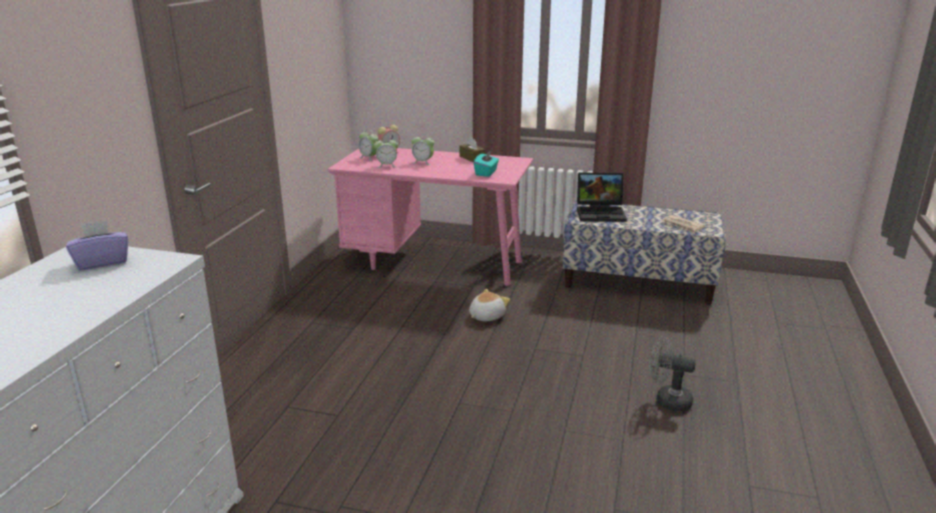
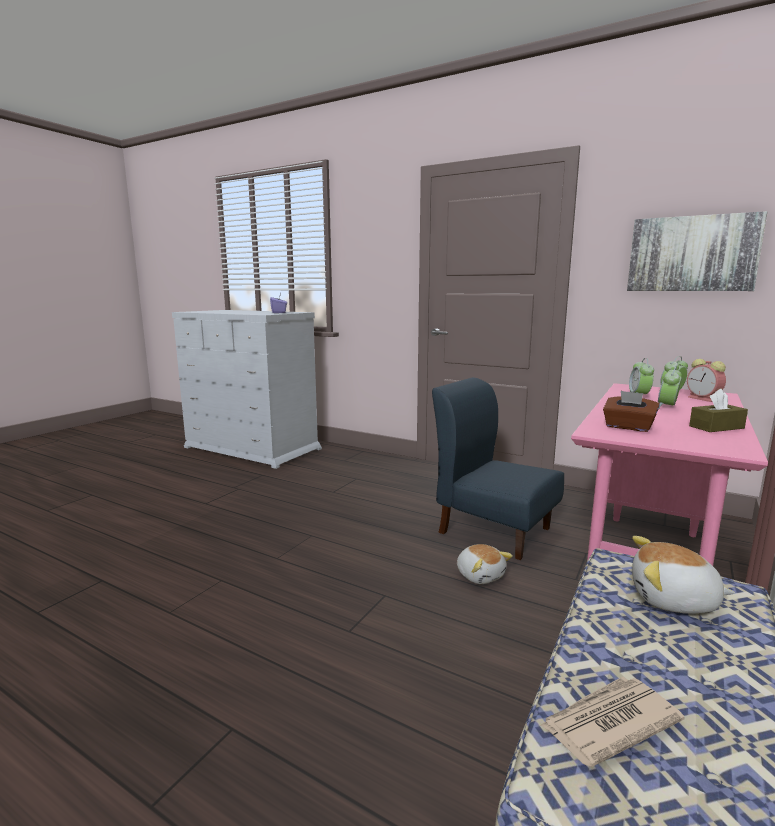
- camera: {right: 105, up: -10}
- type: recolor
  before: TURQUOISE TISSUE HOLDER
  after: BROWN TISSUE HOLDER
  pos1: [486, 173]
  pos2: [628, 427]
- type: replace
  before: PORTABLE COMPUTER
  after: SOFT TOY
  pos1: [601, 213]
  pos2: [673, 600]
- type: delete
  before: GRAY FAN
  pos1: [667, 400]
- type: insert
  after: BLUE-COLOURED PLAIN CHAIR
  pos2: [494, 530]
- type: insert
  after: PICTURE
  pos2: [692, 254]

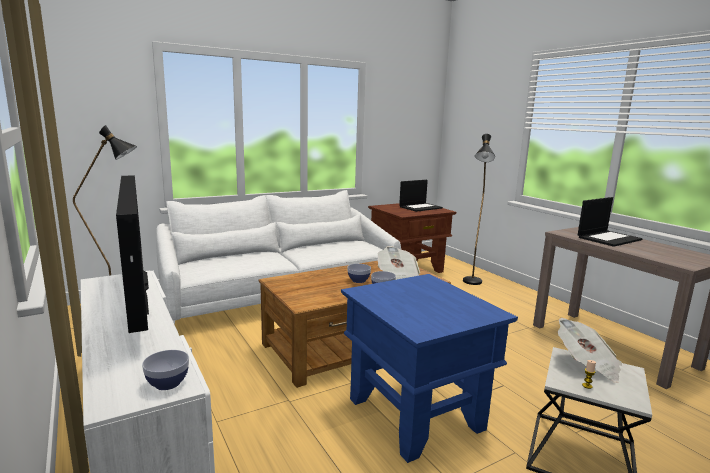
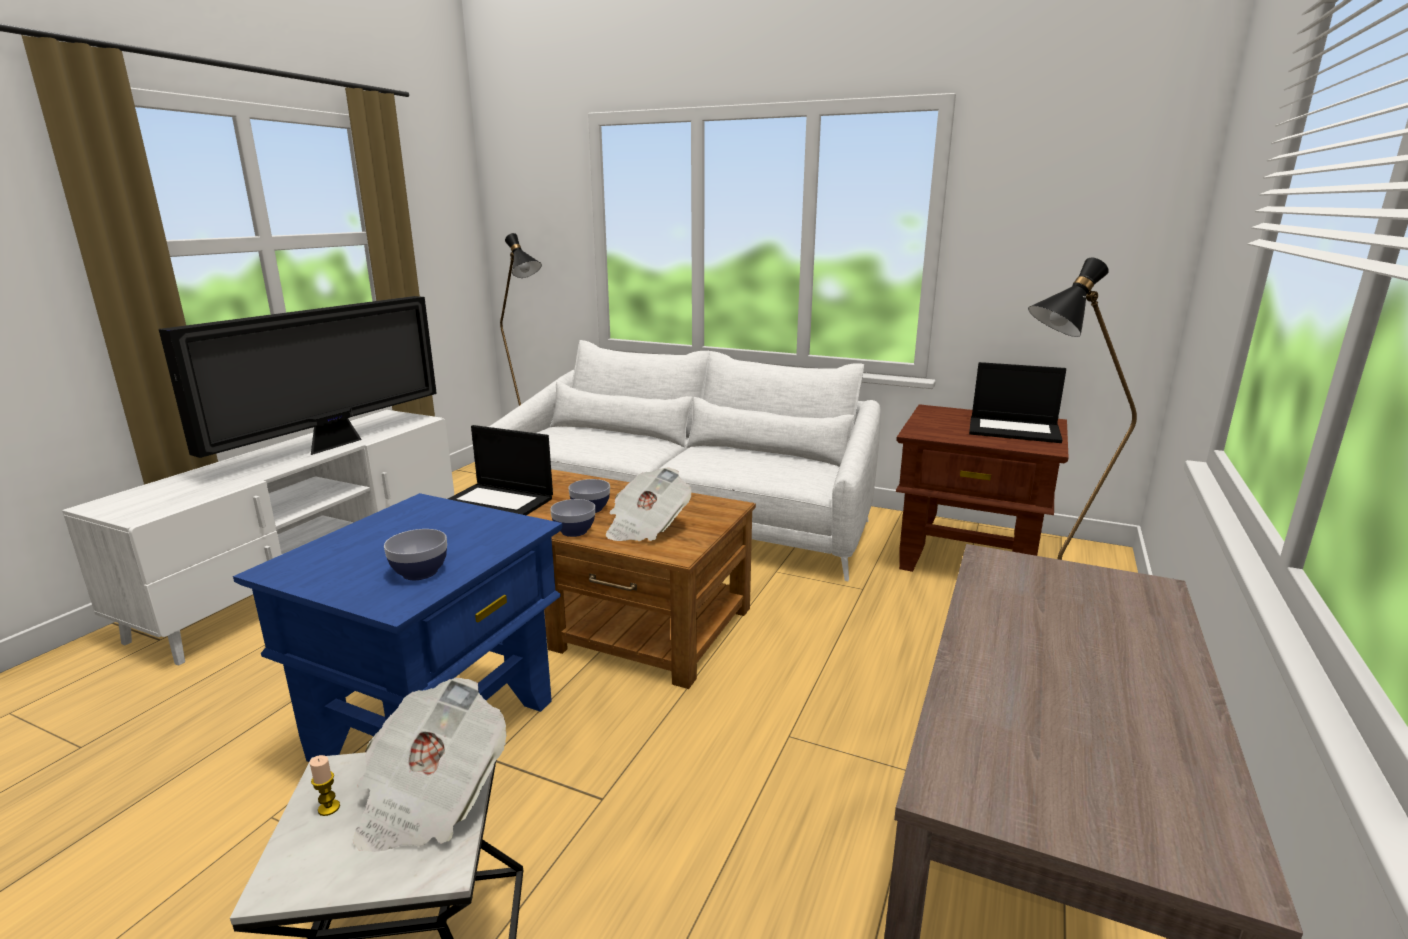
- camera: {right: 55, up: 5}
- type: move
  before: DEEP DISH
  pos1: [167, 383]
  pos2: [420, 572]
- type: move
  before: PORTABLE COMPUTER
  pos1: [609, 238]
  pos2: [497, 503]

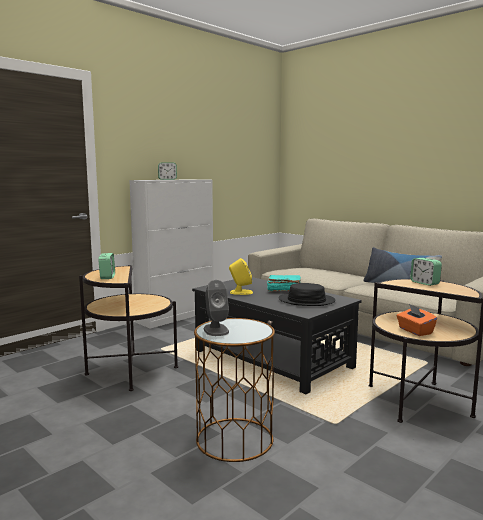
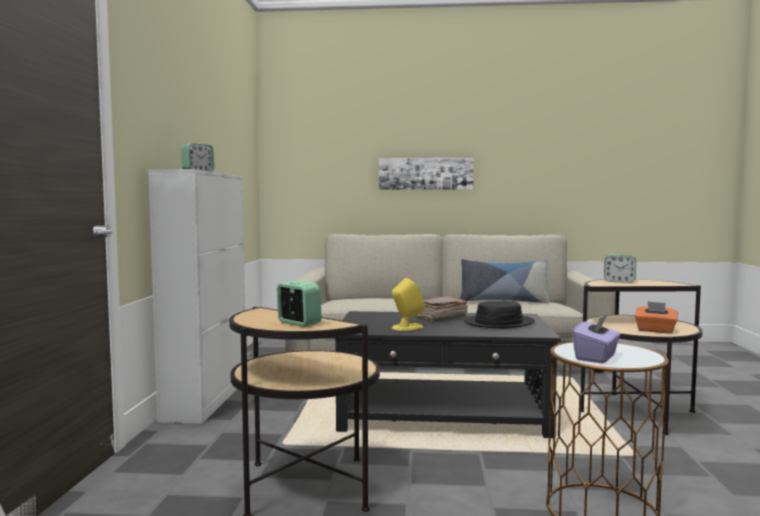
- camera: {right: -40, up: -5}
- type: replace
  before: GRAY LOUDSPEAKER
  after: PURPLE TISSUE HOLDER
  pos1: [216, 330]
  pos2: [596, 357]
- type: recolor
  before: TURQUOISE BOUND BOOK
  after: BROWN BOUND BOOK
  pos1: [283, 289]
  pos2: [439, 317]
- type: insert
  after: PICTURE
  pos2: [425, 174]

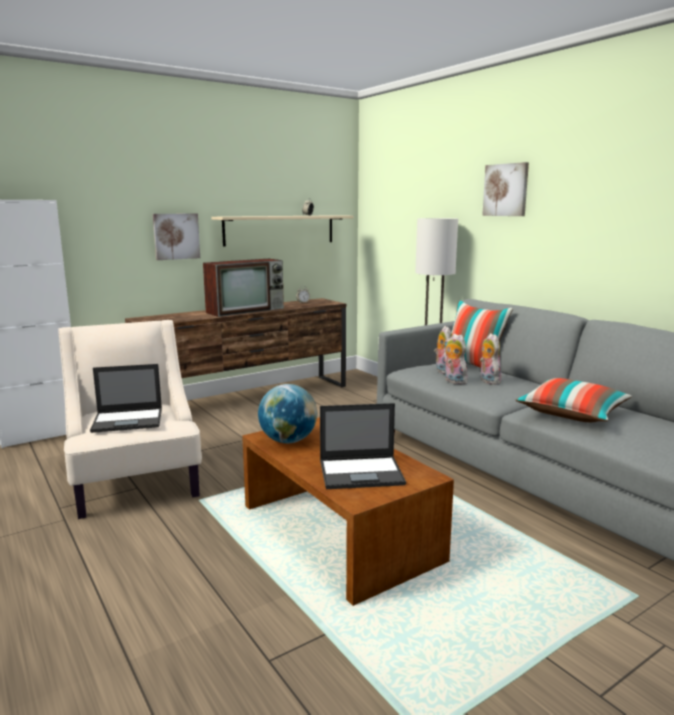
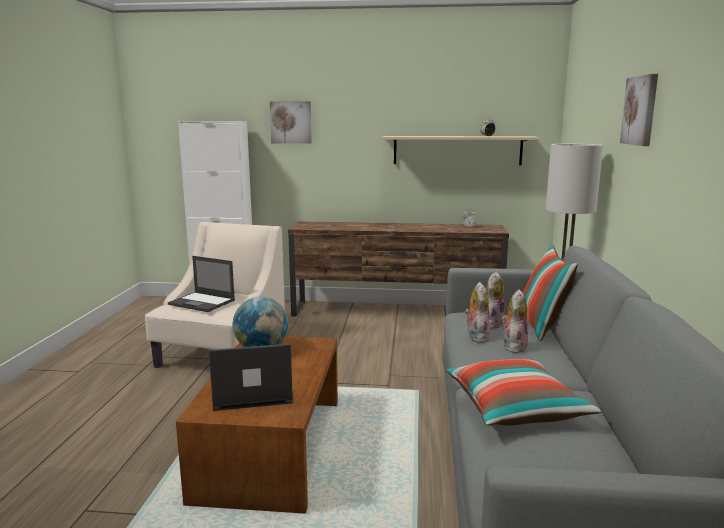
- camera: {right: 40, up: 0}
- type: move
  before: PICTURE
  pos1: [176, 236]
  pos2: [291, 122]
- type: delete
  before: TV SET
  pos1: [246, 310]
- type: rotate
  before: PORTABLE COMPUTER
  pos1: [362, 473]
  pos2: [251, 393]
  turn: 135

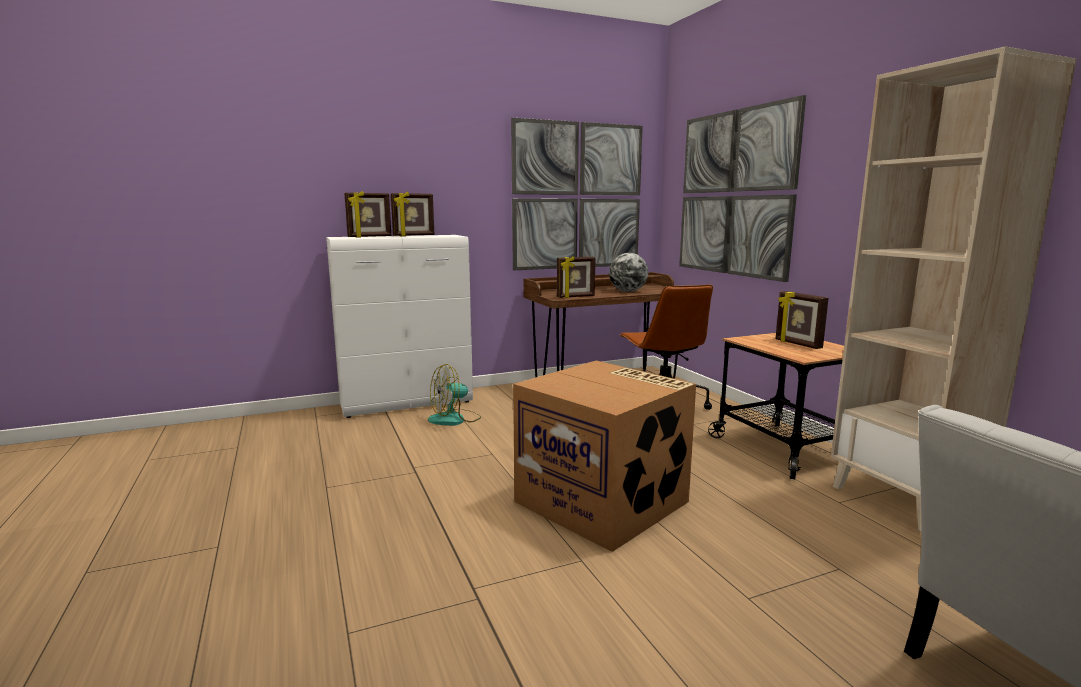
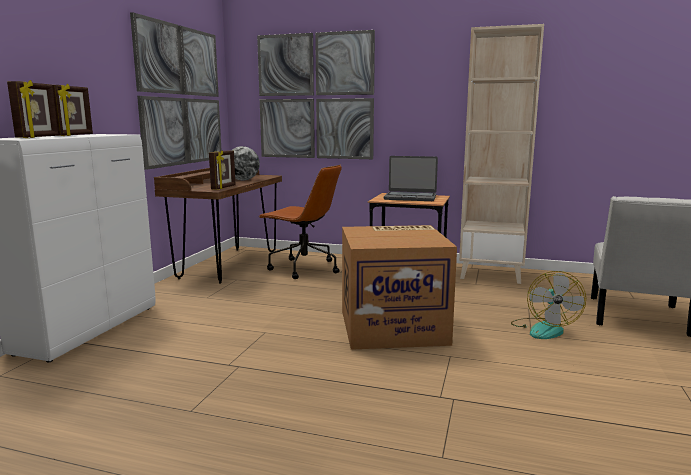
- camera: {right: -50, up: 0}
- type: move
  before: FAN
  pos1: [455, 419]
  pos2: [544, 329]
- type: replace
  before: STANDING FRAME
  after: PORTABLE COMPUTER
  pos1: [797, 344]
  pos2: [410, 197]

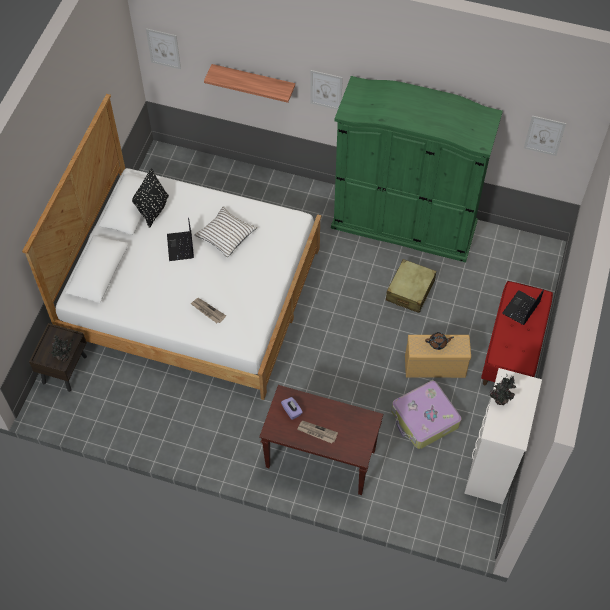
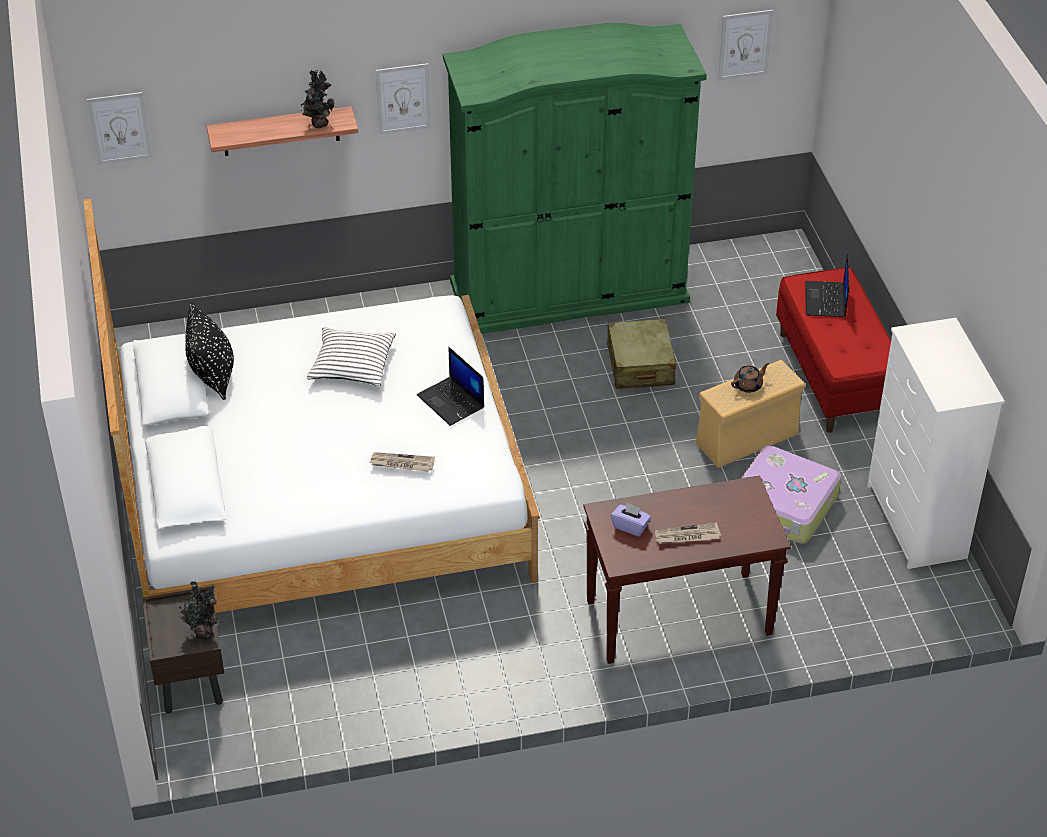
- camera: {right: -30, up: -15}
- type: move
  before: PORTABLE COMPUTER
  pos1: [181, 246]
  pos2: [452, 402]
- type: move
  before: HOUSEPLANT
  pos1: [499, 399]
  pos2: [318, 123]

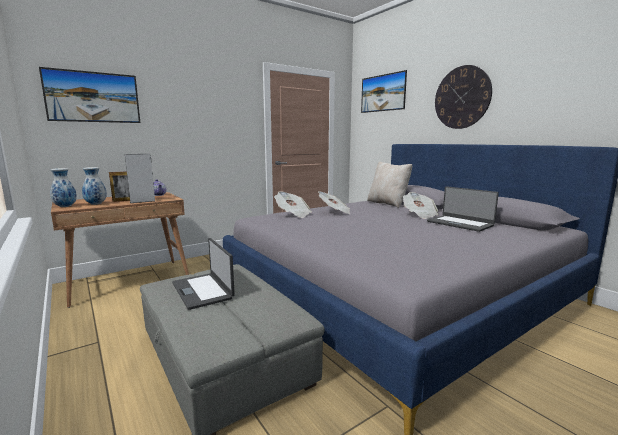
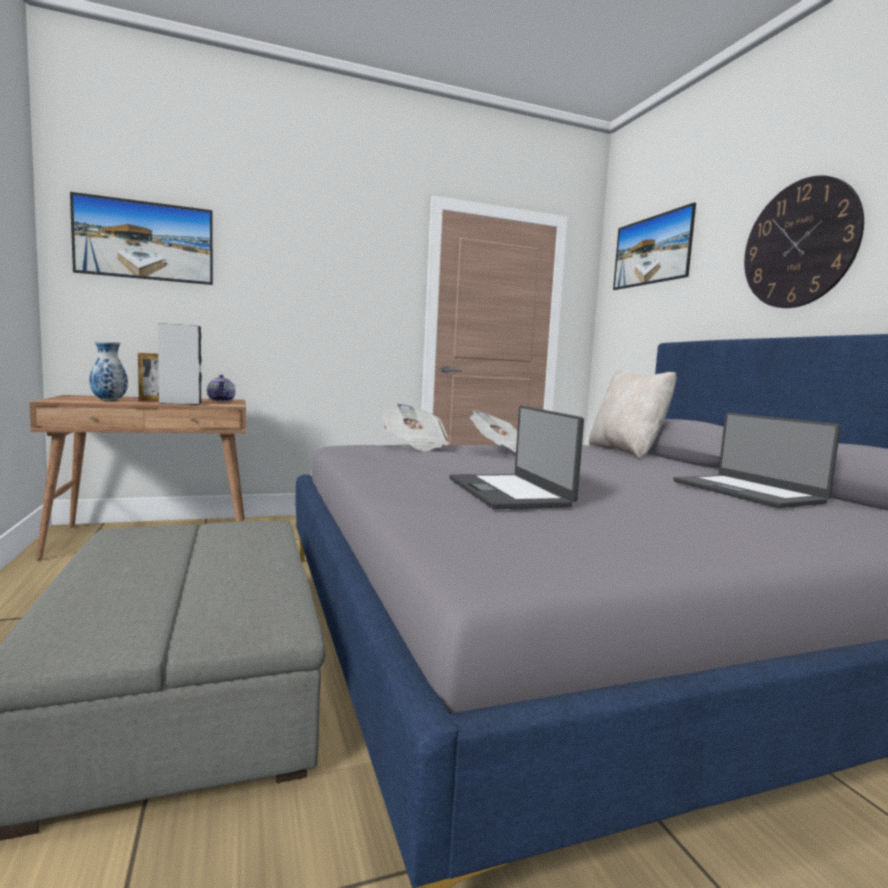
- camera: {right: 15, up: -5}
- type: delete
  before: DECORATIVE VASE
  pos1: [65, 206]
- type: move
  before: PORTABLE COMPUTER
  pos1: [203, 290]
  pos2: [509, 492]
- type: delete
  before: DAILY PAPER
  pos1: [419, 215]

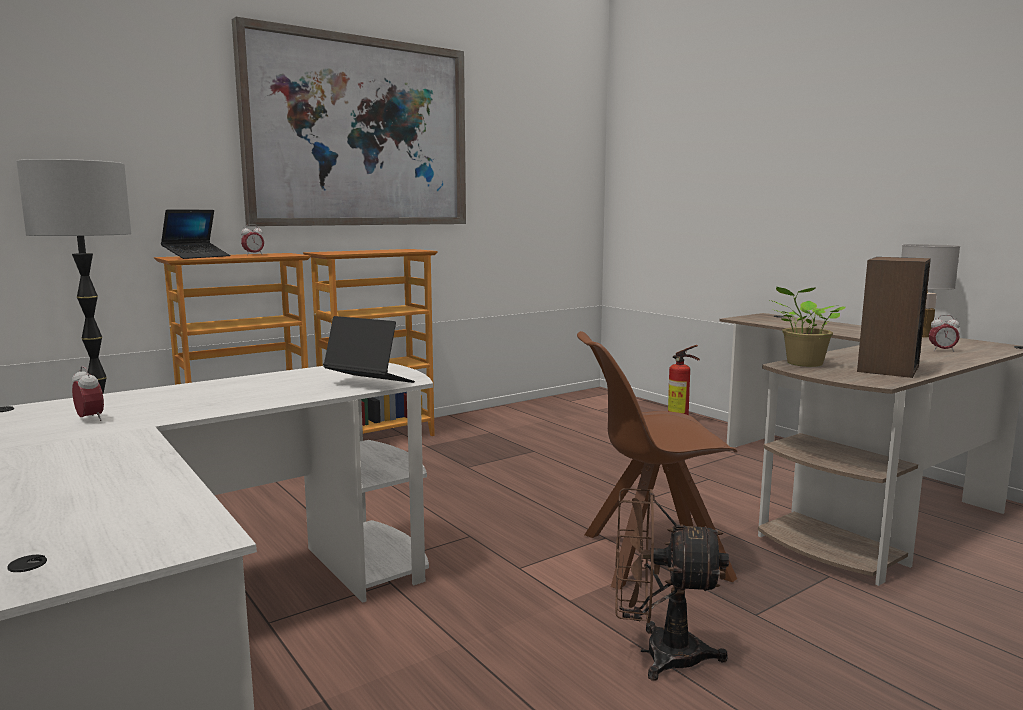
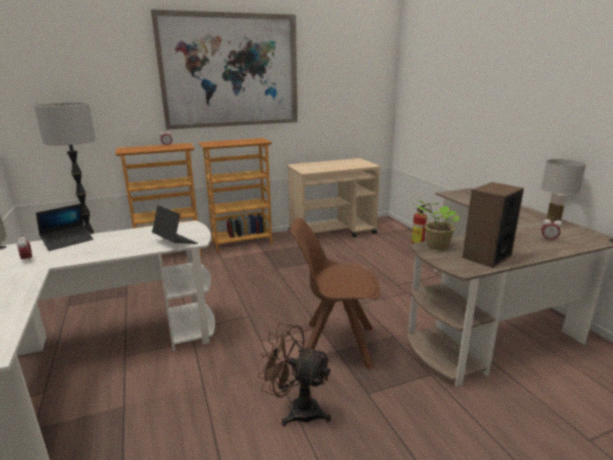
- camera: {right: 15, up: 10}
- type: move
  before: PORTABLE COMPUTER
  pos1: [197, 257]
  pos2: [68, 241]
- type: insert
  after: BEIGE CART
  pos2: [333, 232]

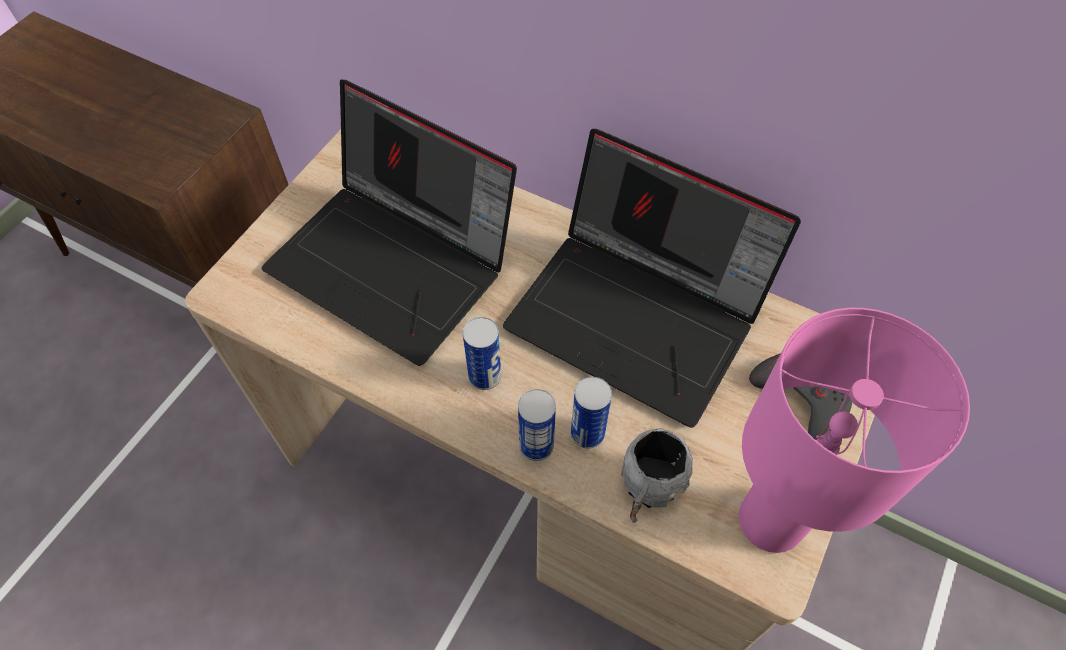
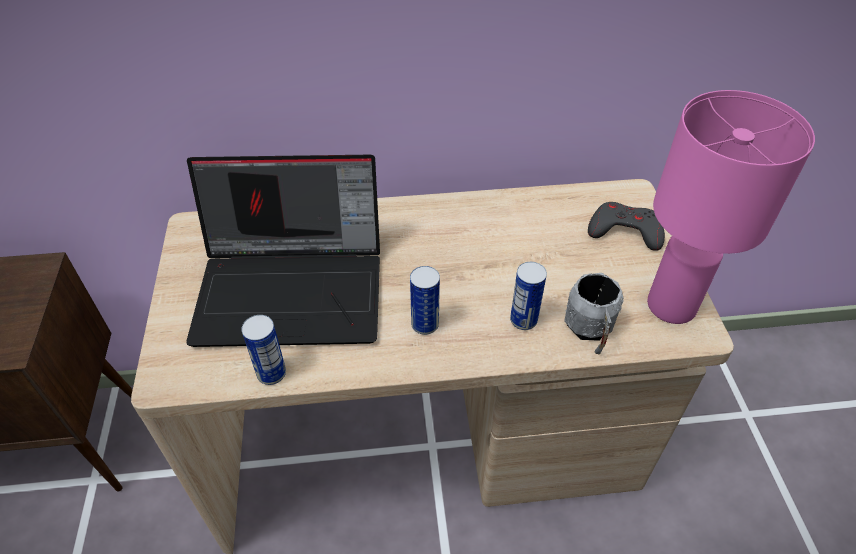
- camera: {right: -35, up: -10}
- type: delete
  before: PORTABLE COMPUTER
  pos1: [639, 316]
- type: move
  before: METAL CAN
  pos1: [536, 445]
  pos2: [271, 373]

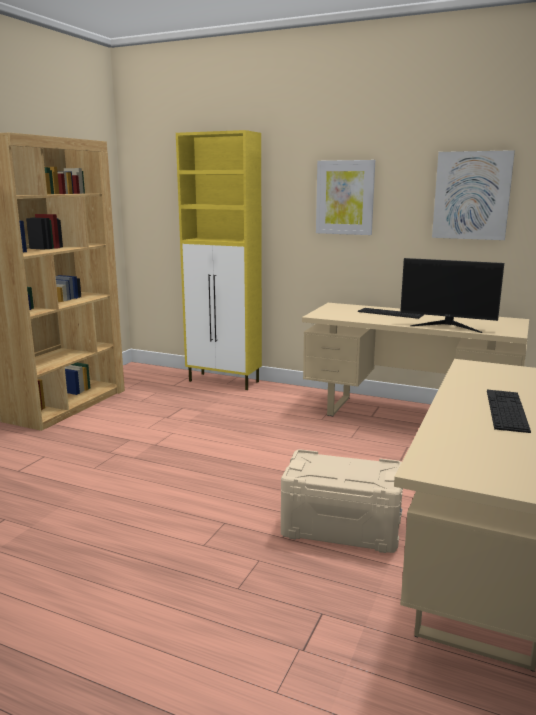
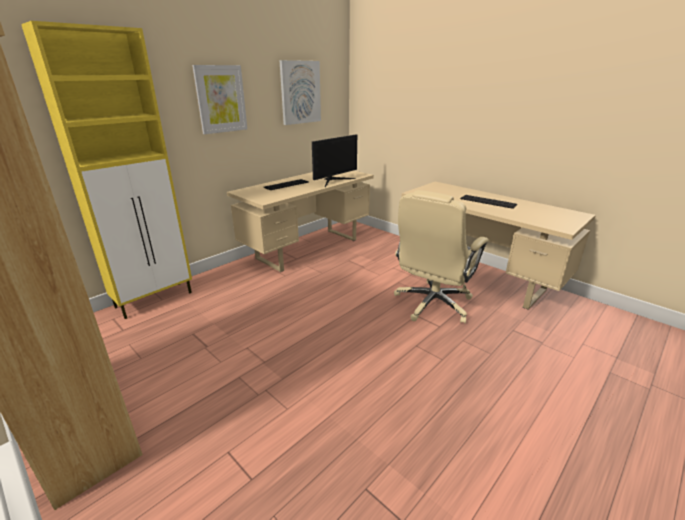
- camera: {right: -70, up: 10}
- type: replace
  before: BEIGE STORAGE BIN
  after: BEIGE DESK CHAIR
  pos1: [341, 526]
  pos2: [432, 304]

